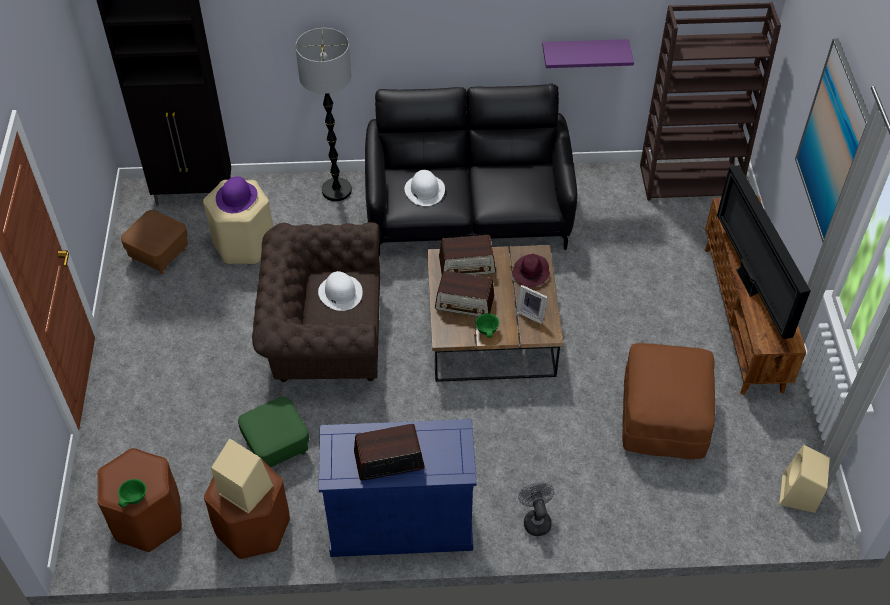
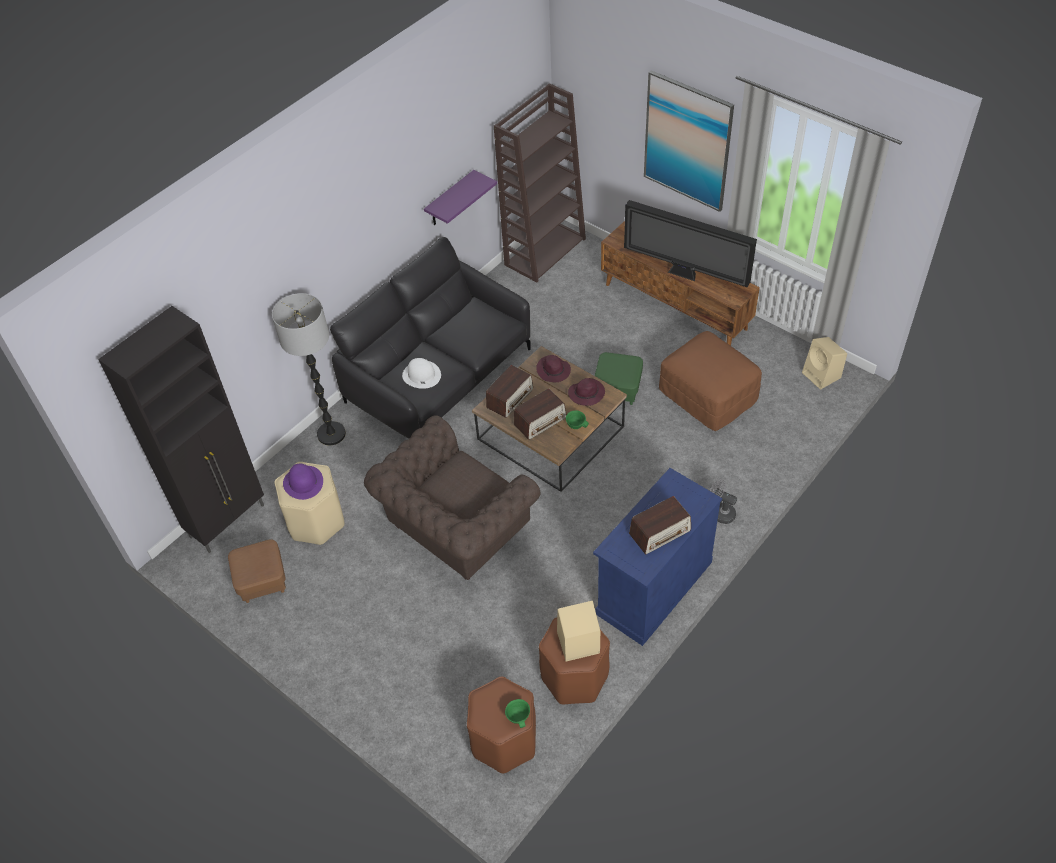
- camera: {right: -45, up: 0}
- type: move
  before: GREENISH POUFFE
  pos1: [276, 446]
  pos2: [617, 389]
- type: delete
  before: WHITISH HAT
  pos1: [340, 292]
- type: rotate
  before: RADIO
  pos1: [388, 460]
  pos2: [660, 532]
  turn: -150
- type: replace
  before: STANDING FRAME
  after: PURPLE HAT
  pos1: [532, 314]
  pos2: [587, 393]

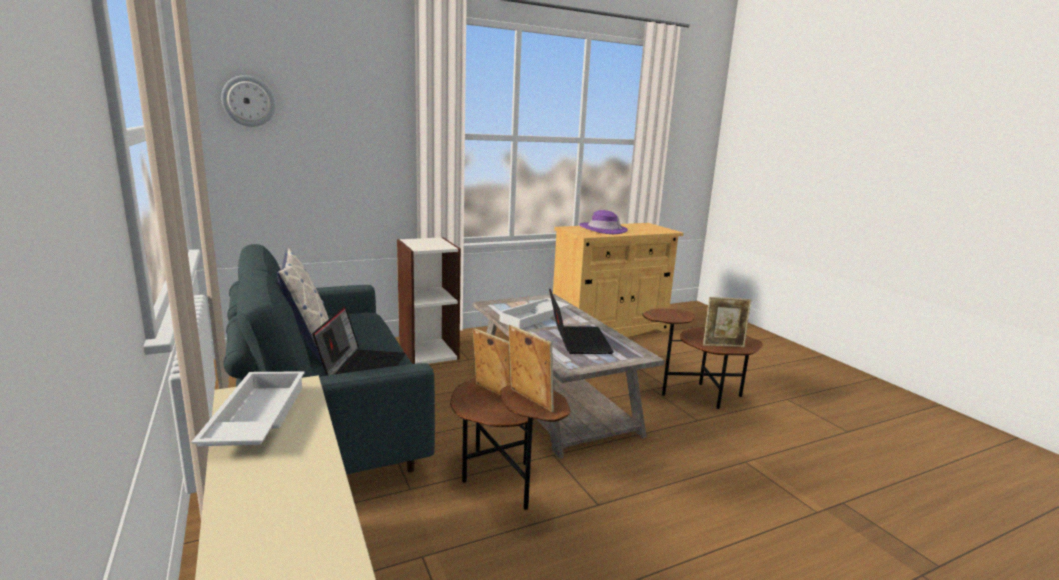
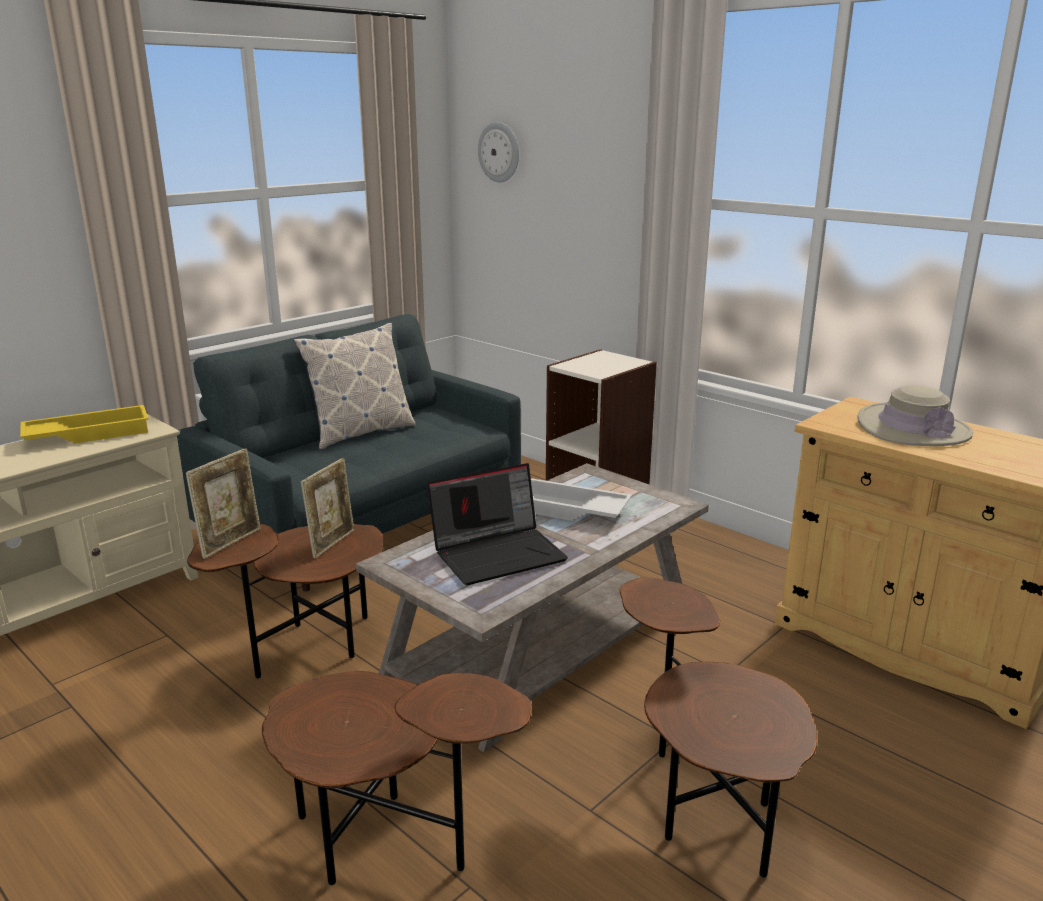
- camera: {right: 70, up: 5}
- type: recolor
  before: WHITISH CARRYING TRAY
  after: YELLOWISH CARRYING TRAY
  pos1: [255, 419]
  pos2: [89, 434]
- type: delete
  before: PORTABLE COMPUTER
  pos1: [363, 368]
- type: recolor
  before: PURPLE HAT
  after: BEIGE HAT
  pos1: [603, 229]
  pos2: [913, 428]
- type: delete
  before: STANDING FRAME
  pos1: [723, 345]
- type: insert
  after: BROWN ACCENT TABLE
  pos2: [389, 844]

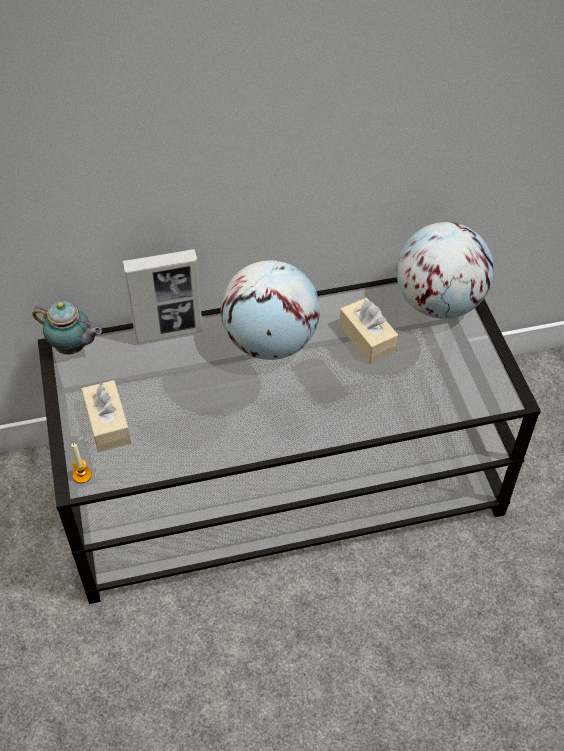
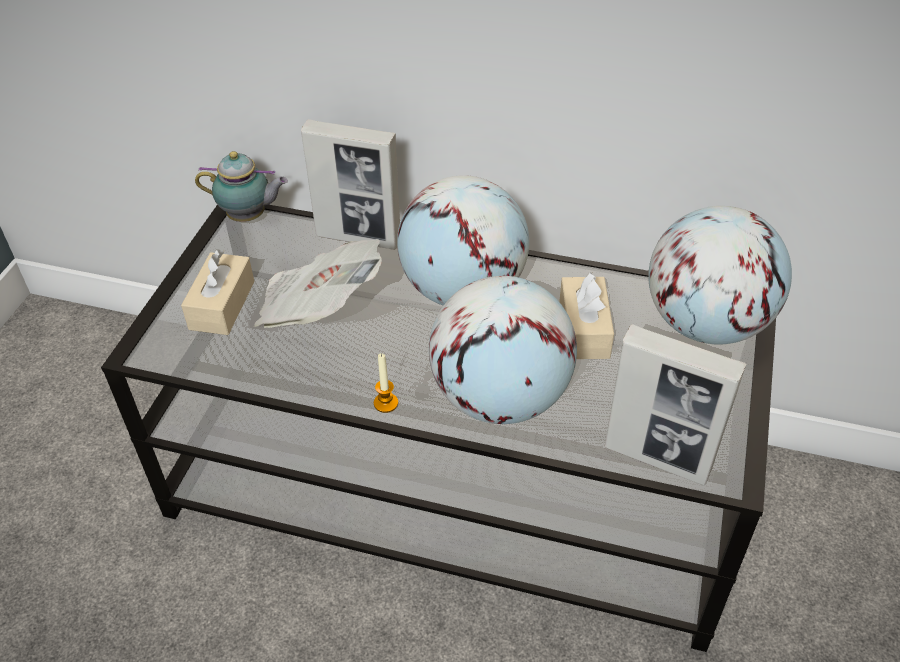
- camera: {right: 30, up: -5}
- type: rotate
  before: TEA POT
  pos1: [73, 348]
  pos2: [249, 217]
  turn: -45
- type: move
  before: WAX LIGHT
  pos1: [82, 475]
  pos2: [386, 403]
- type: insert
  after: DAILY PAPER
  pos2: [319, 309]
- type: insert
  after: DESK GLOBE
  pos2: [500, 397]
- type: insert
  after: STANDING FRAME
  pos2: [657, 459]

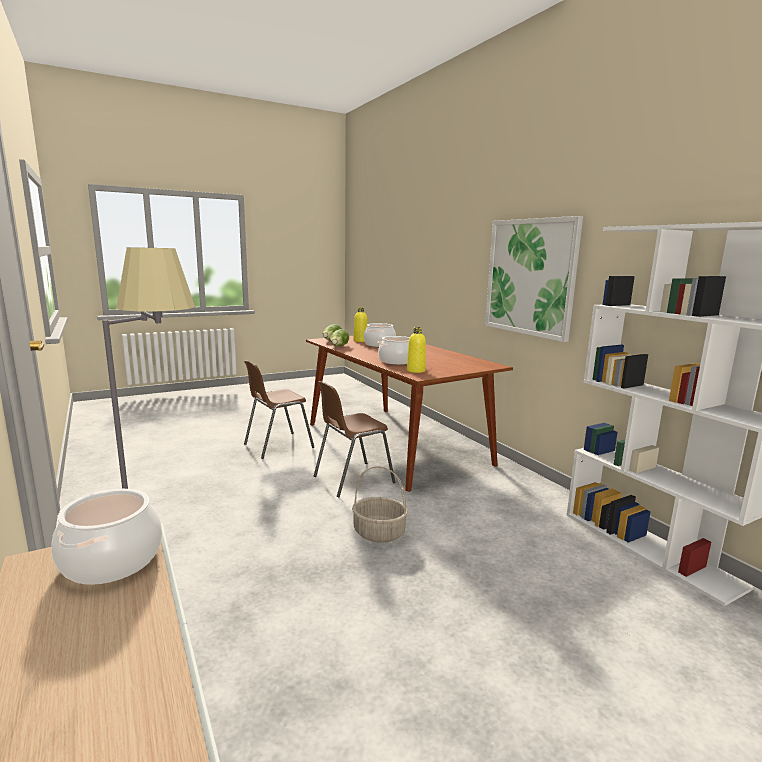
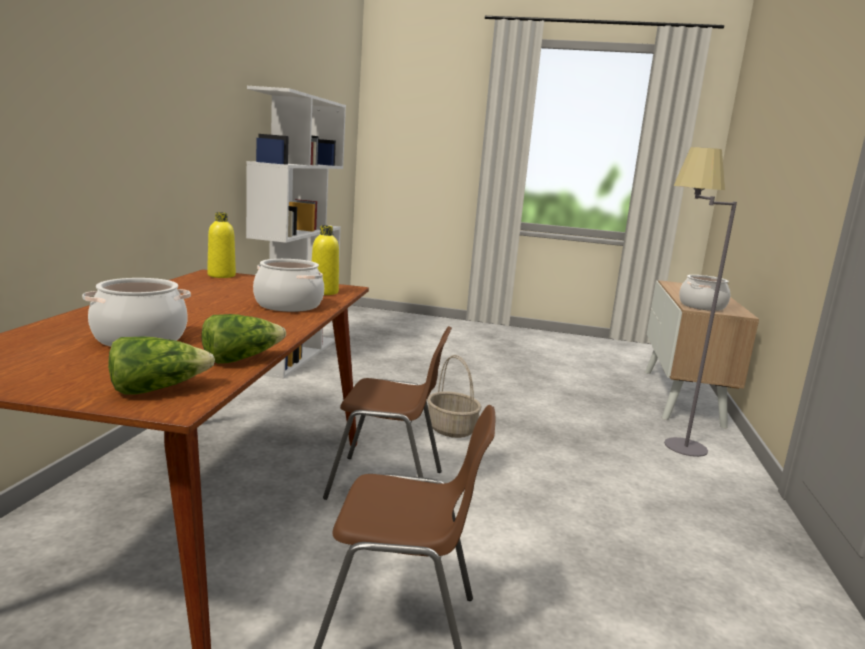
- camera: {right: -140, up: 0}
- type: move
  before: YELLOWISH DRINK BOTTLE
  pos1: [360, 340]
  pos2: [221, 275]
- type: delete
  before: PICTURE
  pos1: [530, 277]

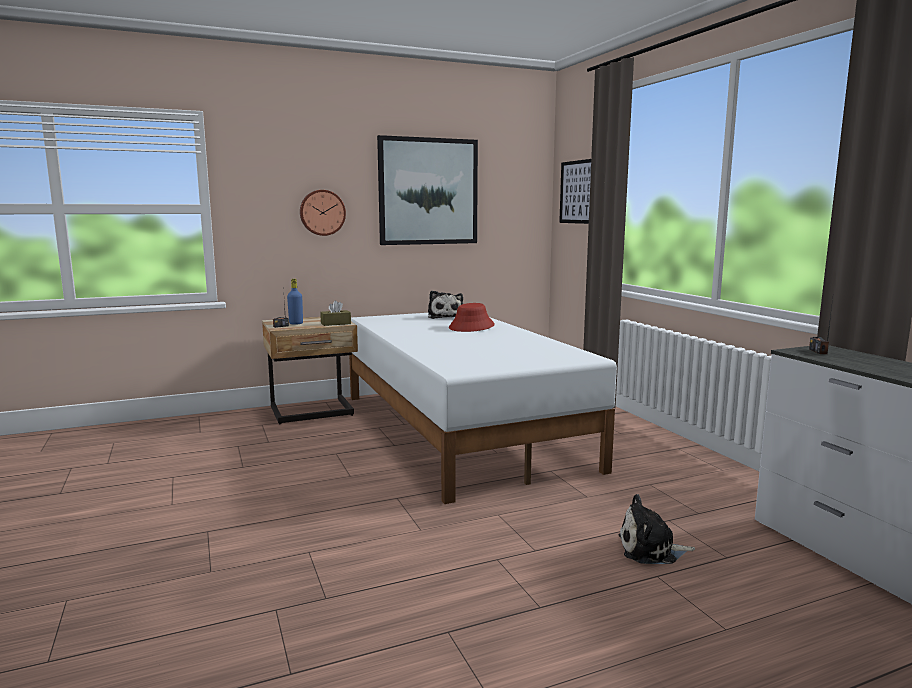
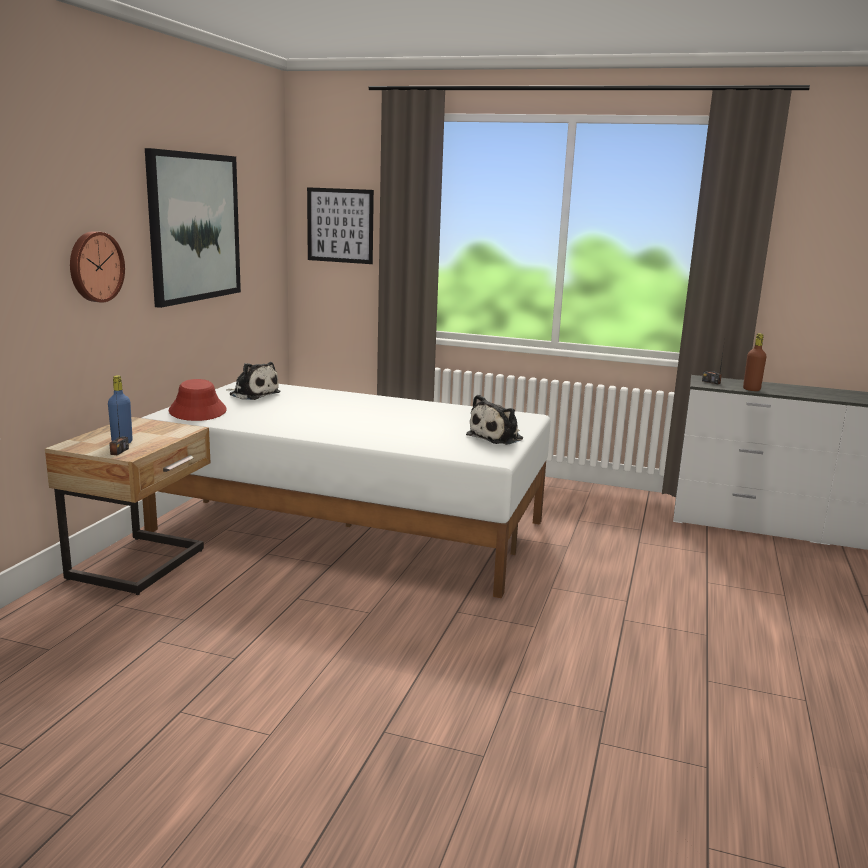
- camera: {right: -50, up: 5}
- type: delete
  before: BROWN TISSUE HOLDER
  pos1: [336, 323]
- type: move
  before: REDDISH HAT
  pos1: [472, 327]
  pos2: [198, 411]
- type: move
  before: SOFT TOY
  pos1: [651, 550]
  pos2: [497, 437]
- type: insert
  after: BROWN DRINK BOTTLE
  pos2: [751, 389]

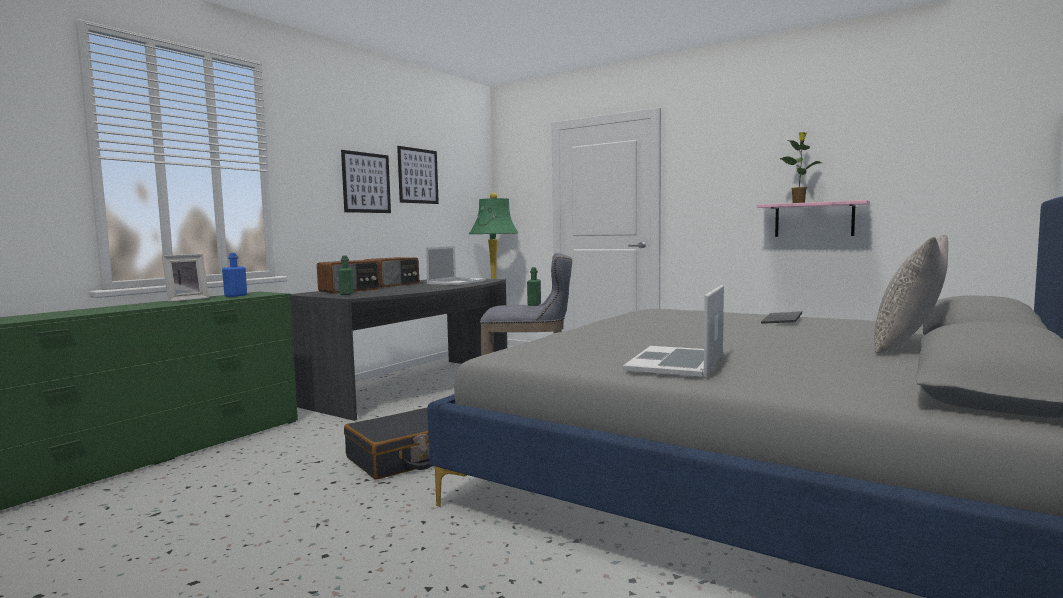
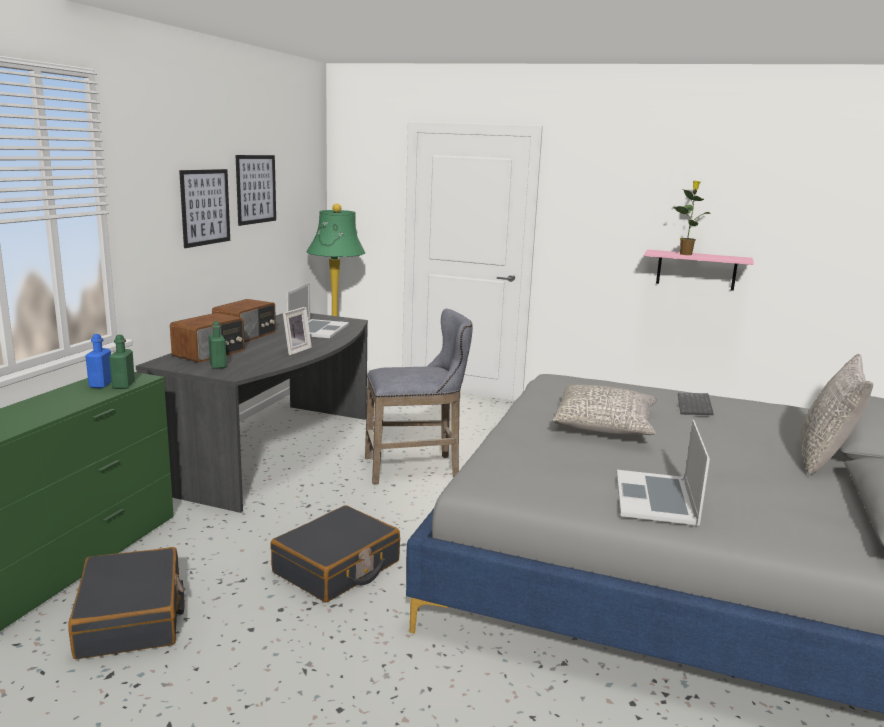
- camera: {right: -15, up: 10}
- type: move
  before: STANDING FRAME
  pos1: [186, 299]
  pos2: [295, 350]
- type: move
  before: GREENISH DRINK BOTTLE
  pos1: [534, 304]
  pos2: [123, 385]
- type: insert
  after: BLACK-COLOURED SUITCASE
  pos2: [131, 617]
- type: insert
  after: GRAY THROW PILLOW
  pos2: [604, 426]

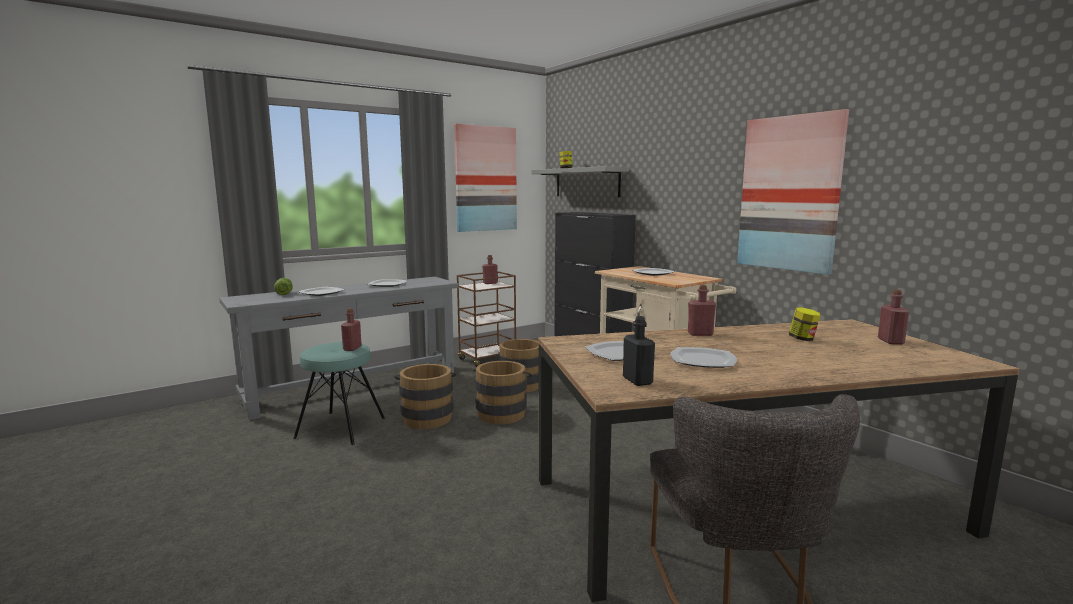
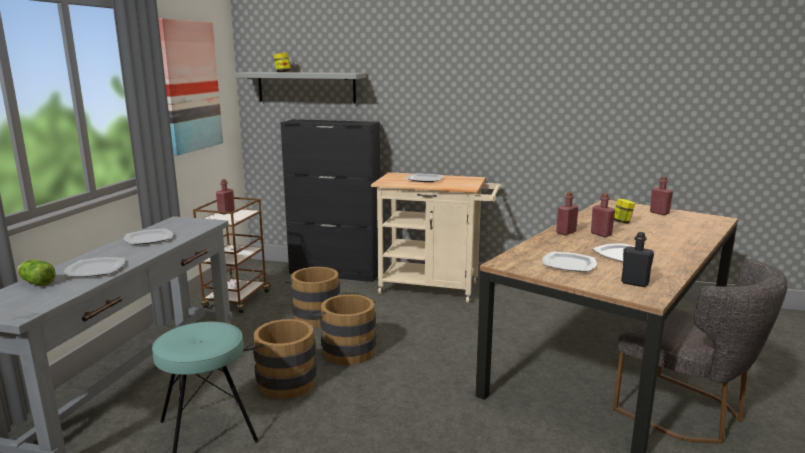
- camera: {right: -40, up: 5}
- type: move
  before: REDDISH DRINK BOTTLE
  pos1: [352, 348]
  pos2: [601, 234]
- type: delete
  before: PICTURE
  pos1: [789, 193]

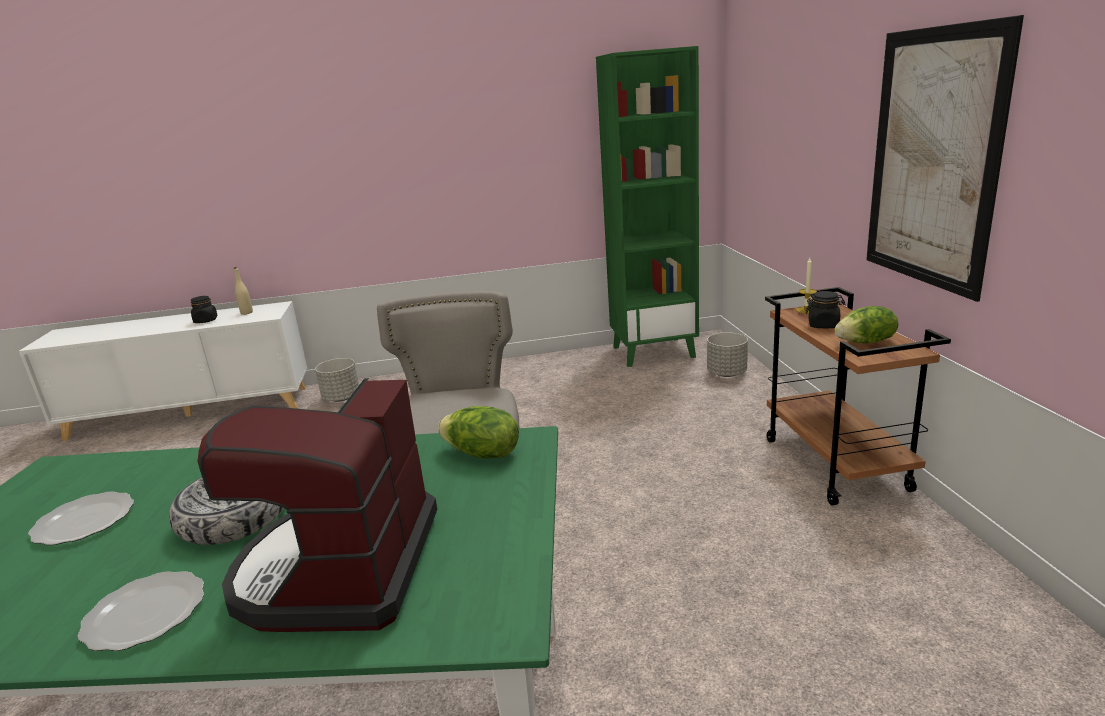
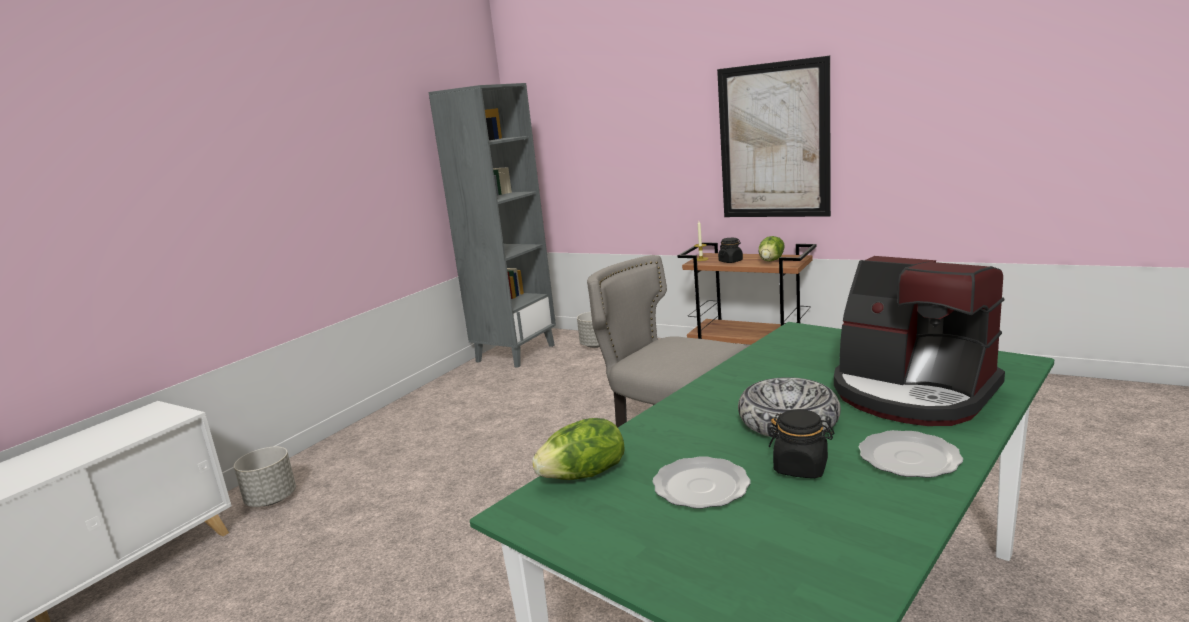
- camera: {right: -50, up: -5}
- type: move
  before: BLACK-COLOURED PRESERVE JAR
  pos1: [206, 320]
  pos2: [801, 468]
- type: delete
  before: BEIGE DRINK BOTTLE
  pos1: [246, 313]
- type: move
  before: HEAD OF LETTUCE
  pos1: [482, 454]
  pos2: [584, 475]
- type: recolor
  before: GREENISH BOOKCASE
  after: GRAY BOOKCASE
  pos1: [653, 351]
  pos2: [515, 353]

